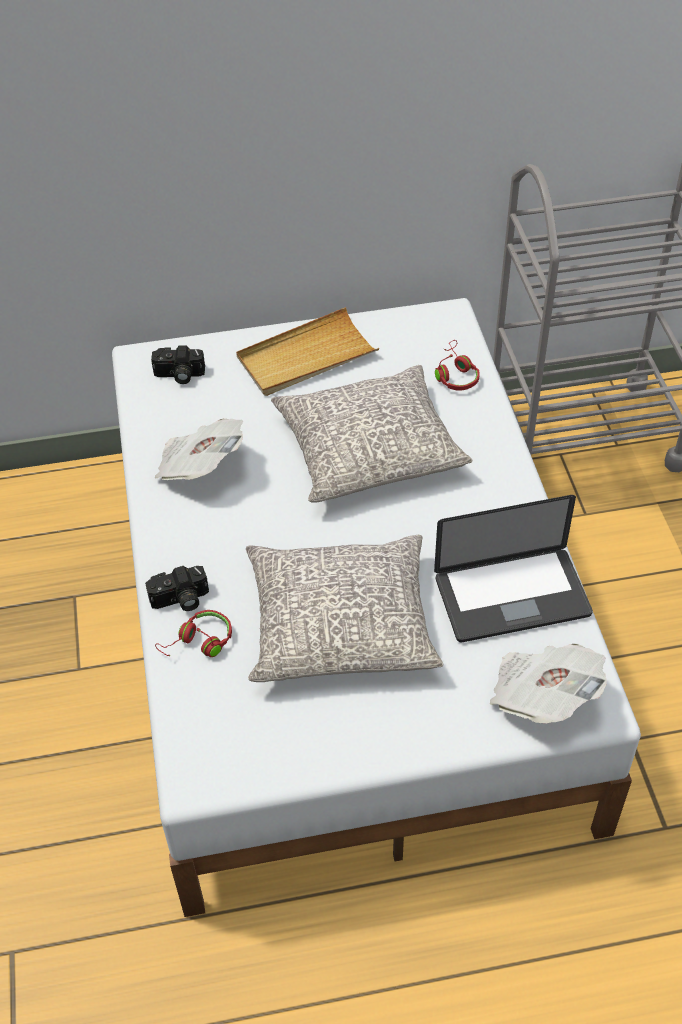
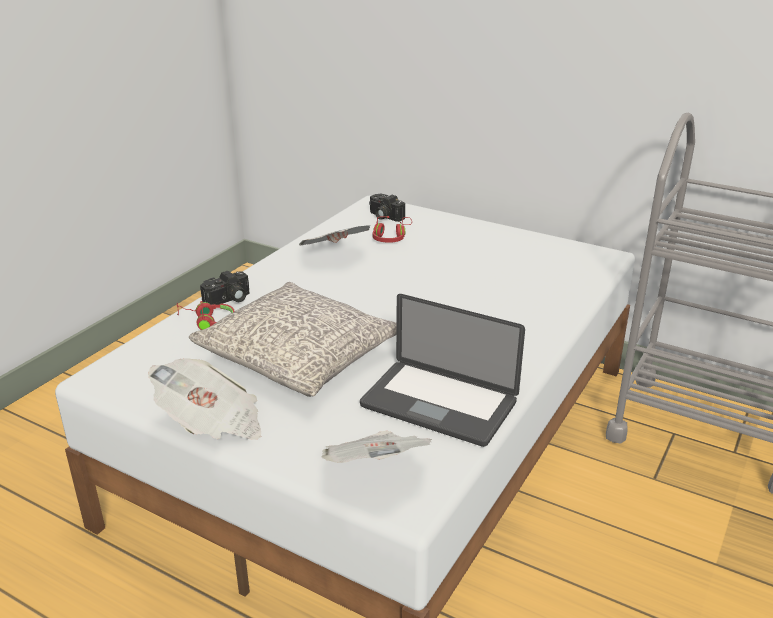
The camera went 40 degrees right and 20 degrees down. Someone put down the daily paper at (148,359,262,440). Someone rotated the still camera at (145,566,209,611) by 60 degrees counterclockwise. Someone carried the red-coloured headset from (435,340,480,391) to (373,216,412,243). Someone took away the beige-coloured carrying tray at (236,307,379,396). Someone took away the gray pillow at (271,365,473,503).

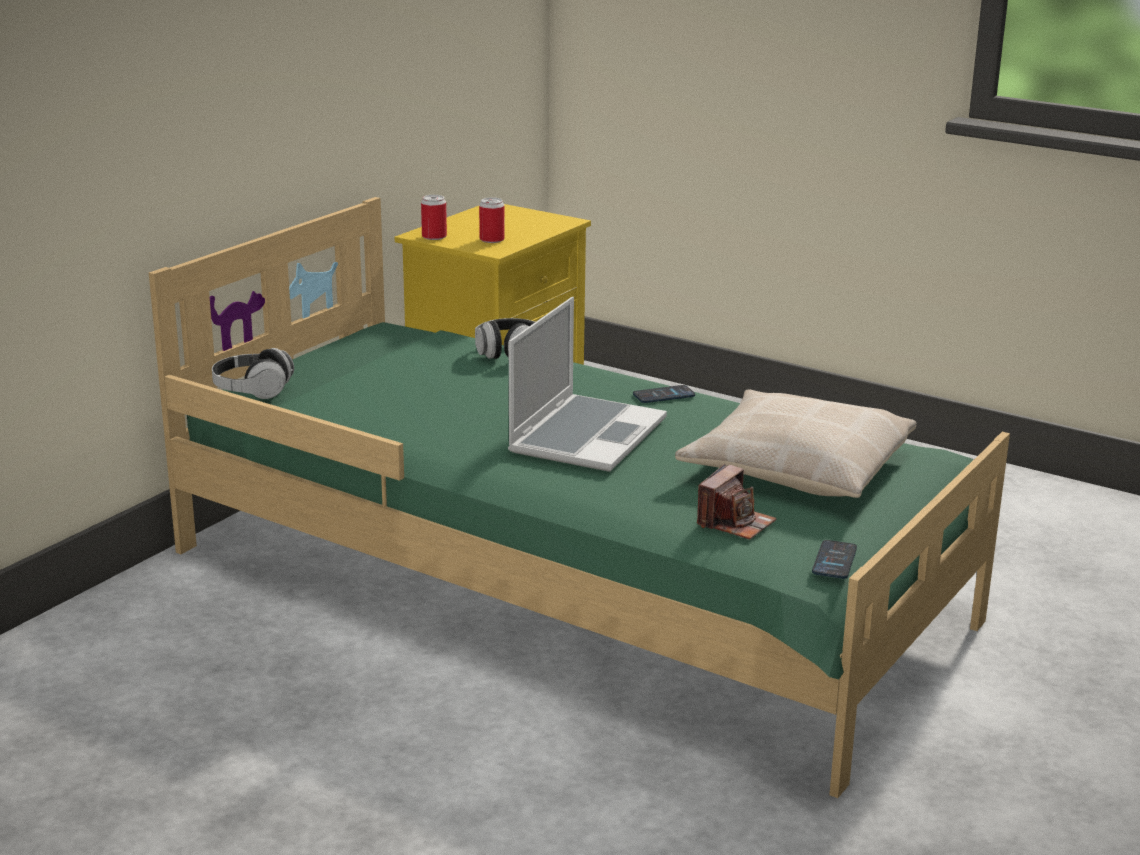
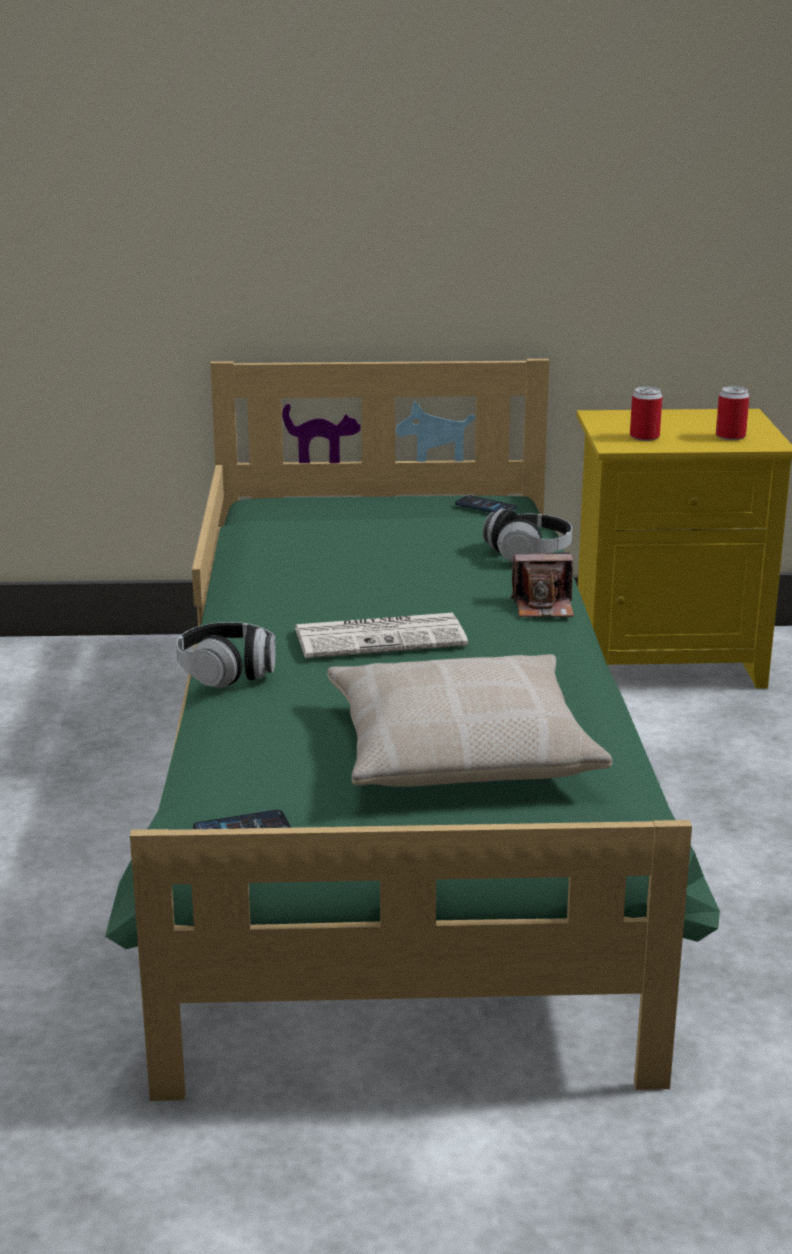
The camera went 55 degrees right and 0 degrees up. Someone carried the headset from (212,348,294,399) to (176,622,276,688). Someone swapped the portable computer at (508,297,667,472) for the daily paper at (295,613,468,658). Someone carried the phone from (633,385,695,403) to (455,495,517,513). Someone carried the still camera from (697,464,777,539) to (511,552,574,617). Someone carried the metal can from (421,195,447,240) to (716,386,749,440).

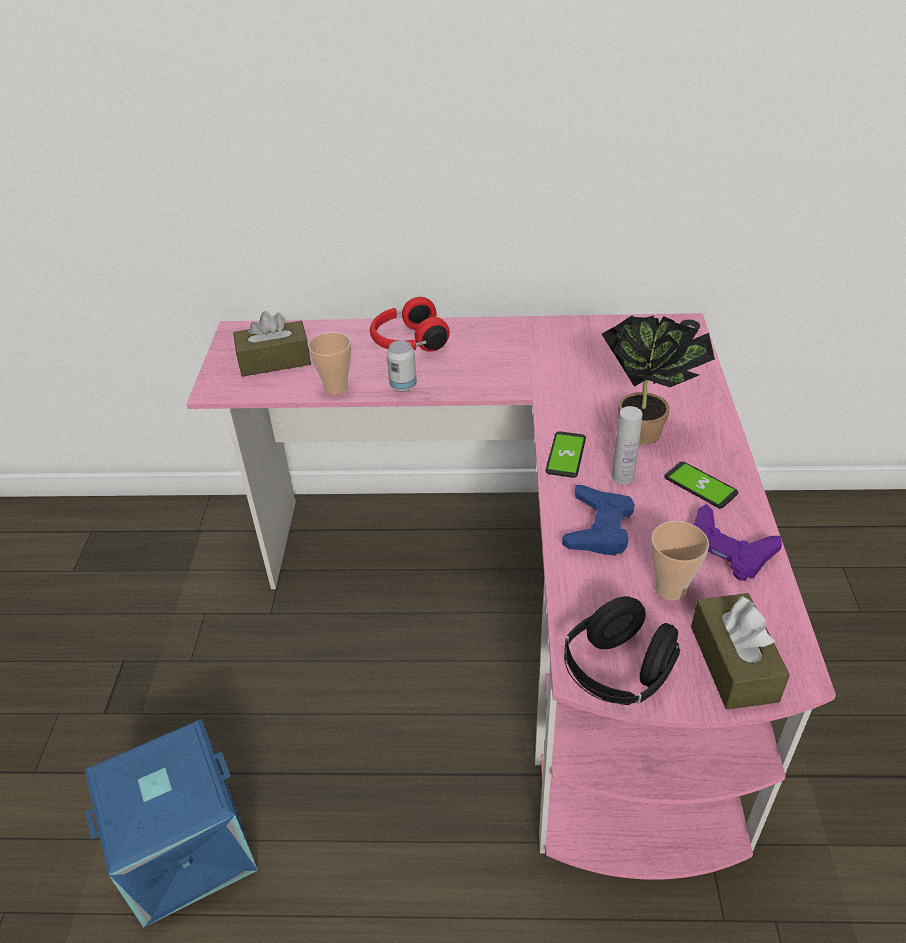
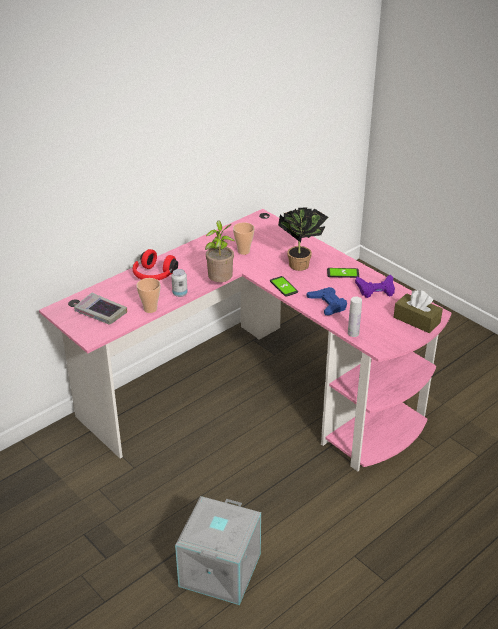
The camera went 45 degrees left and 5 degrees down. Someone swapped the brownish tissue holder at (233,311,311,377) for the book at (74,293,127,325). Someone repainted the blue-coloured storage container at (85,719,258,927), which became the gray storage container at (175,496,261,605). Someone put down the plant in a pot at (205,221,234,282). Someone carried the cup from (651,521,709,600) to (233,222,255,255). Someone carried the white-coloured drink bottle from (612,406,643,484) to (348,297,362,337). Someone took away the black-coloured headset at (564,596,680,705).

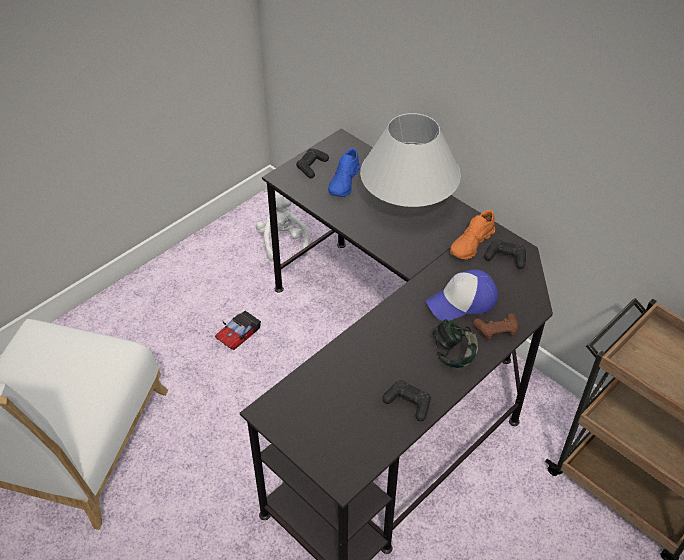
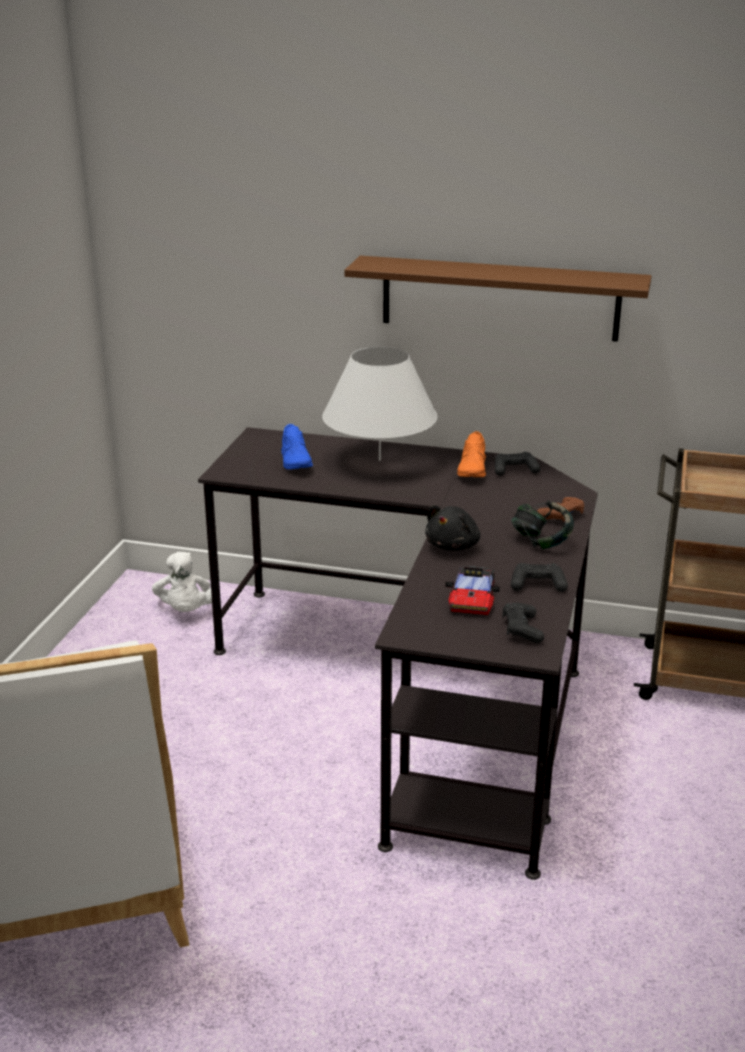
The camera went 30 degrees left and 20 degrees down. Someone rotated the white-coloured soft toy at (256,192,309,260) by 150 degrees counterclockwise. Someone put up the brownish wall shelf at (344,256,652,342). Someone put down the black-coloured soft toy at (425,505,480,551). Someone carried the toy car from (215,311,261,350) to (446,566,500,615). Someone carried the black-coloured game controller from (296,148,329,178) to (502,603,544,643). Someone took away the peaked cap at (426,269,498,321).

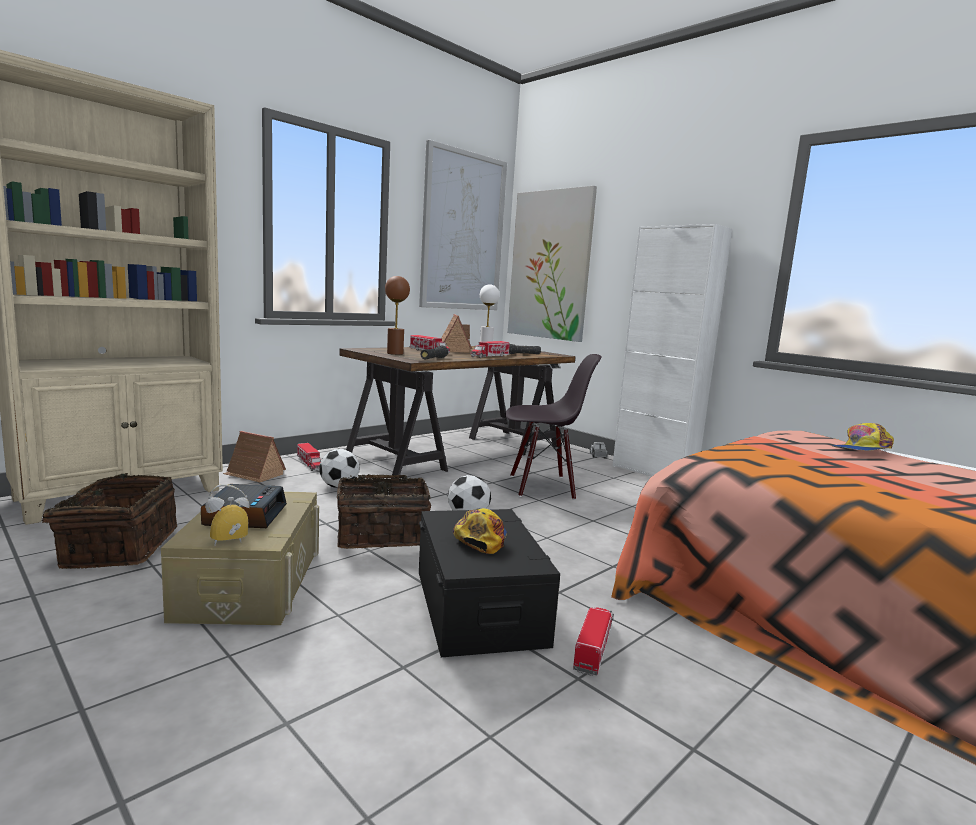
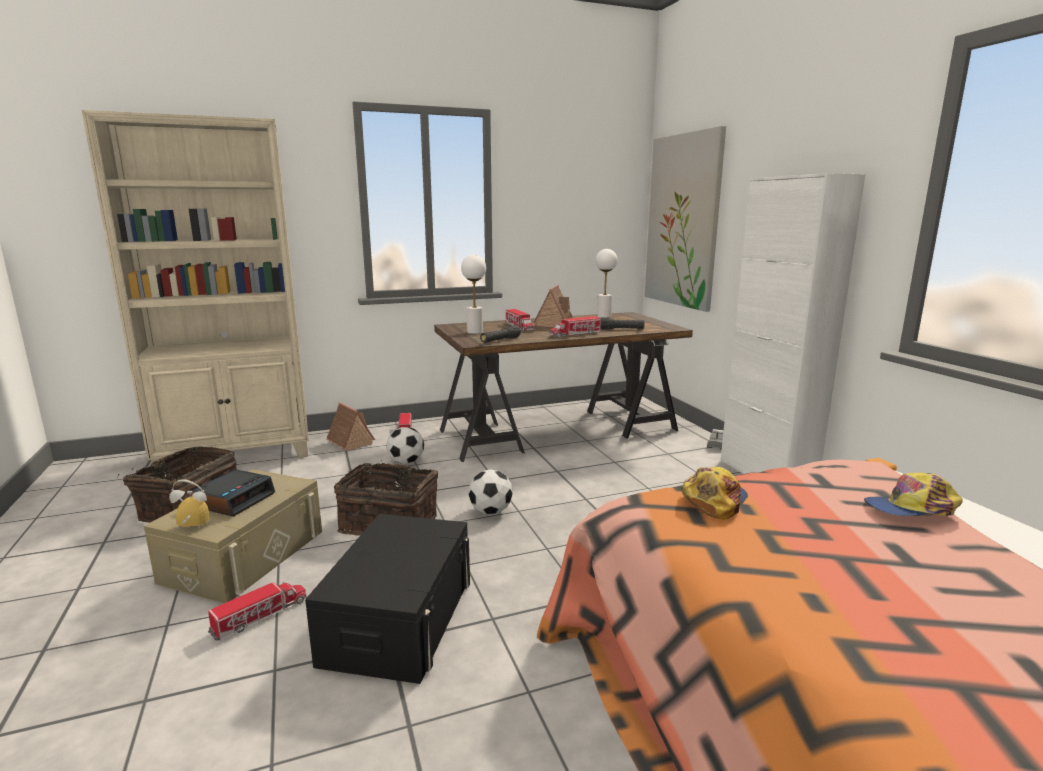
The camera went 25 degrees right and 5 degrees up. Someone carried the model truck from (573,607,614,676) to (208,582,306,641). Someone repainted the brownish lamp for a table at (385,276,410,355), which became the white-coloured lamp for a table at (461,255,486,334). Someone carried the peaked cap from (453,508,507,554) to (681,467,748,520). Someone took away the wall art at (419,140,507,310). Someone took away the black-coloured plain chair at (505,354,602,500).

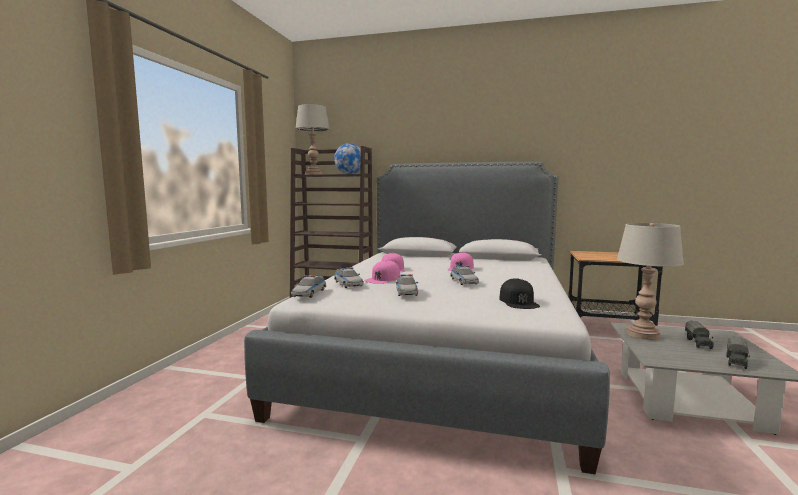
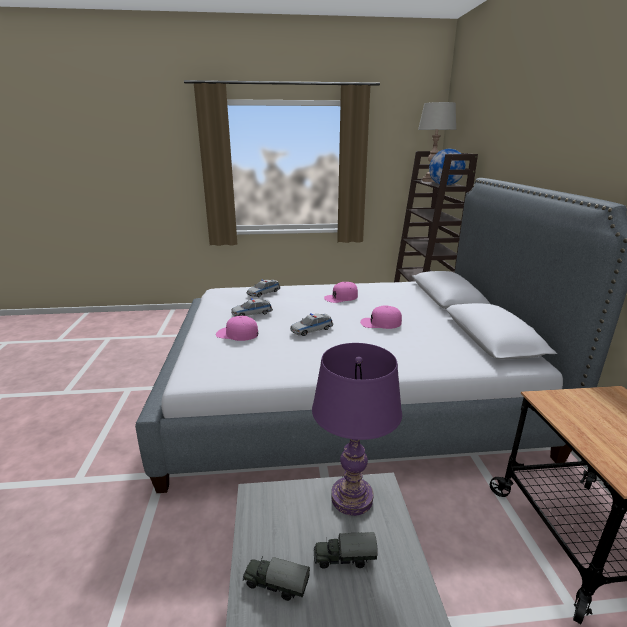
The camera went 70 degrees right and 15 degrees up. Someone carried the pink peaked cap from (365,260,400,284) to (216,316,258,341). Someone repainted the gray lamp for a table at (617,223,684,340), which became the purplish lamp for a table at (312,343,402,516). Someone took away the toy car at (291,275,326,298). Someone took away the black-coloured peaked cap at (499,278,540,309).

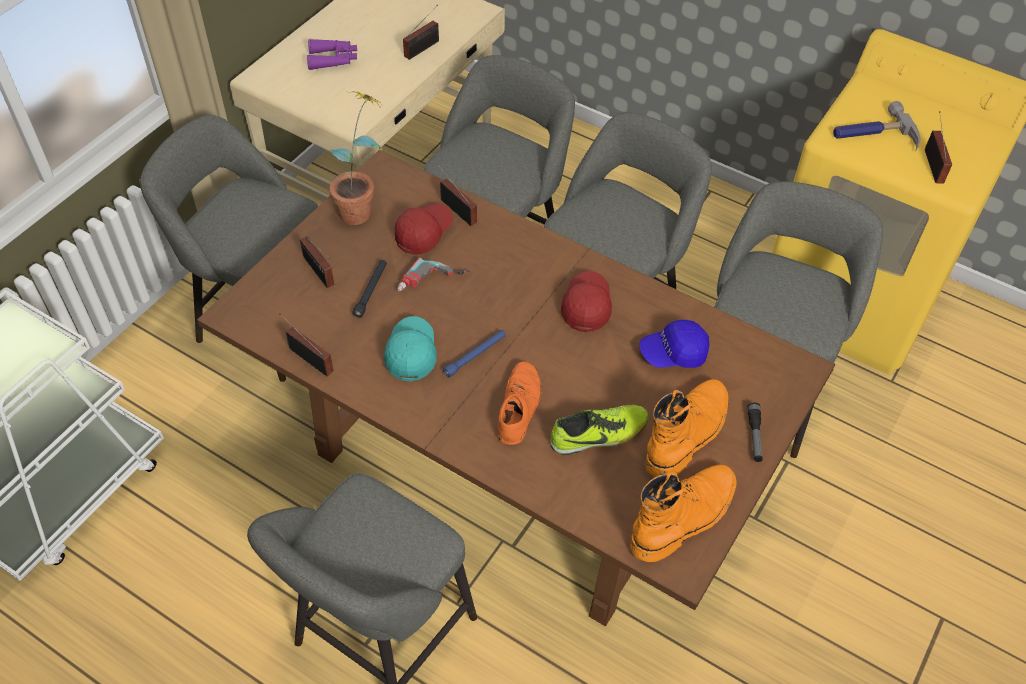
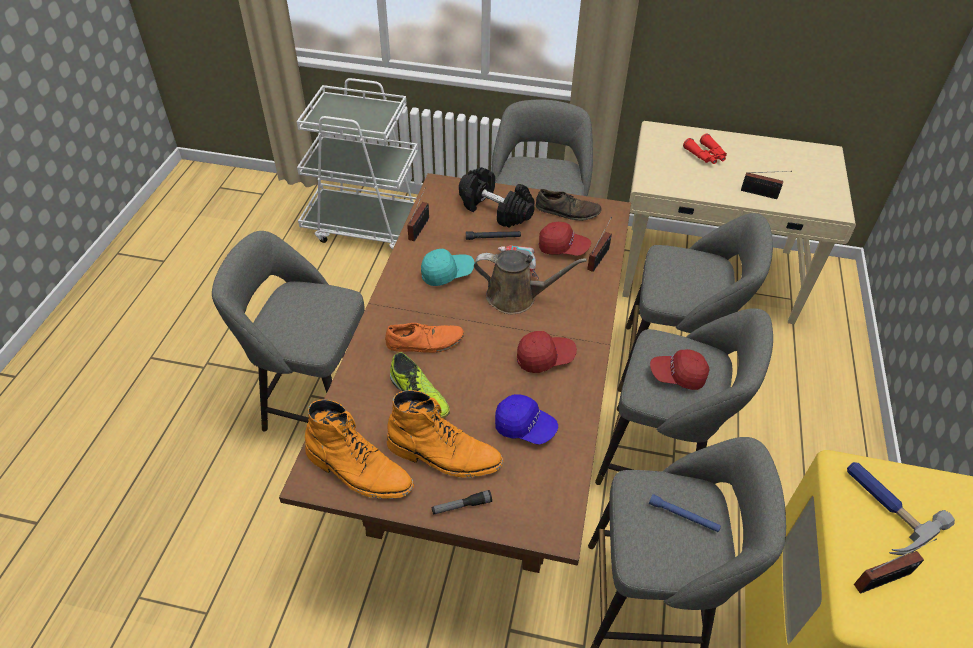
The camera went 70 degrees right and 5 degrees down. Someone swapped the radio at (300,236,334,288) for the black-coloured free weight at (459,167,535,228). Someone put down the brownish watering can at (474,250,587,314). Someone rotated the blue-coloured peaked cap at (639,320,710,368) by 150 degrees clockwise. Someone swapped the plant in a pot at (329,90,382,225) for the brownish shoe at (536,189,602,221). Someone carried the blue-coloured torch from (443,330,506,377) to (649,494,721,532). Someone put down the red-coloured peaked cap at (650,349,710,390). Someone repainted the purplish pair of binoculars at (307,39,357,70), which became the red-coloured pair of binoculars at (683,134,727,164).

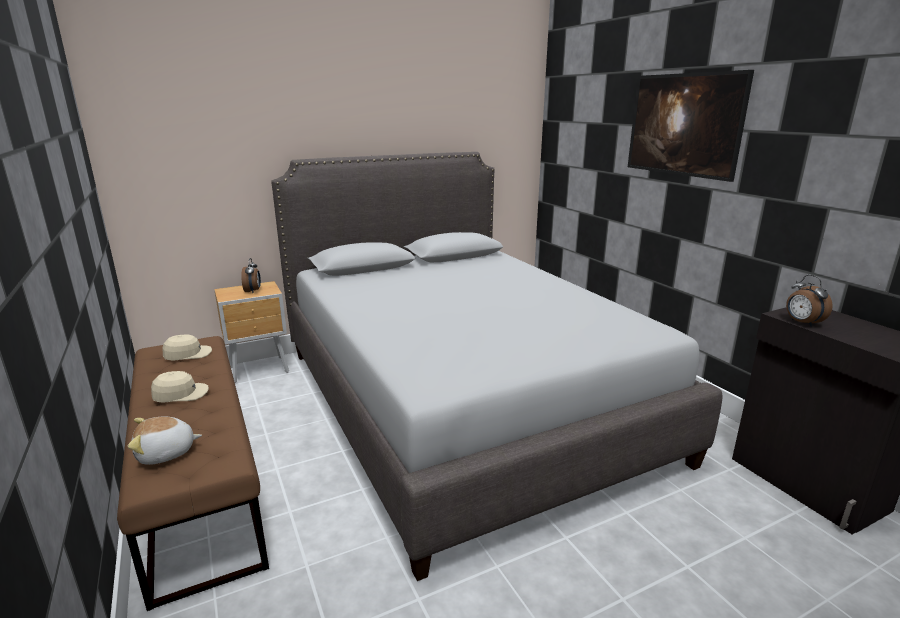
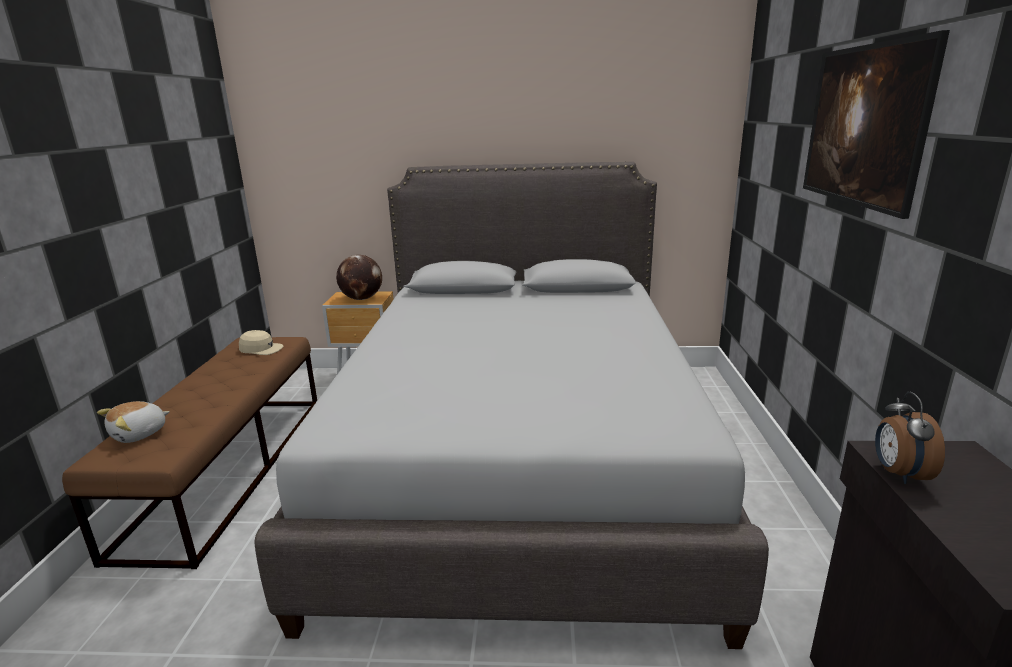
The camera went 30 degrees right and 0 degrees up. Someone rotated the soft toy at (128,417,202,465) by 60 degrees counterclockwise. Someone swapped the alarm clock at (241,258,261,293) for the desk globe at (336,255,382,300). Someone took away the beige-coloured peaked cap at (151,371,209,403).

